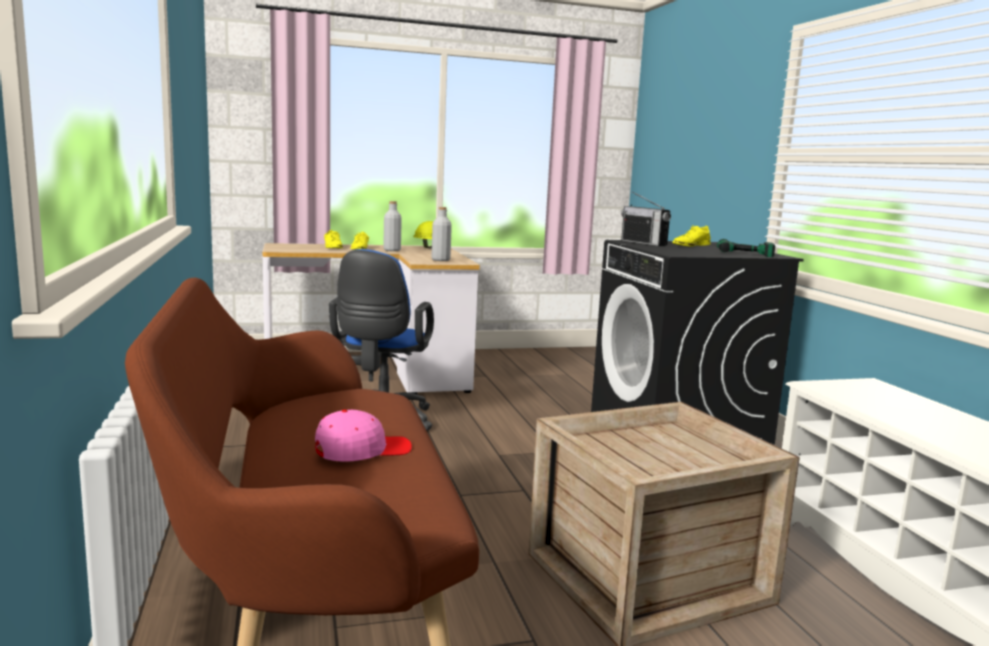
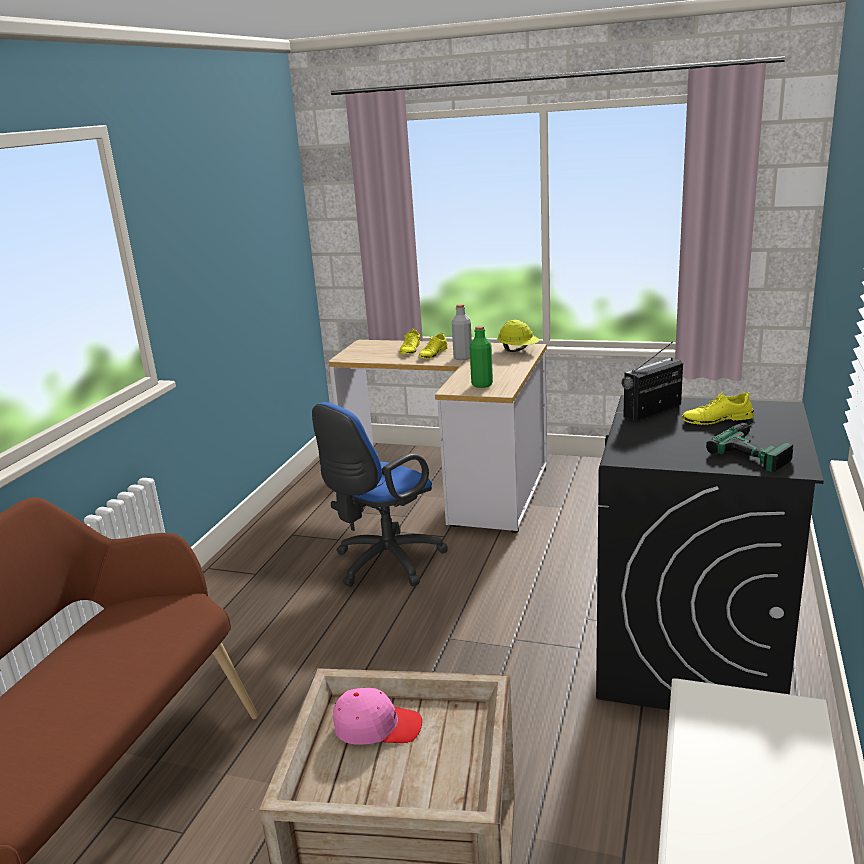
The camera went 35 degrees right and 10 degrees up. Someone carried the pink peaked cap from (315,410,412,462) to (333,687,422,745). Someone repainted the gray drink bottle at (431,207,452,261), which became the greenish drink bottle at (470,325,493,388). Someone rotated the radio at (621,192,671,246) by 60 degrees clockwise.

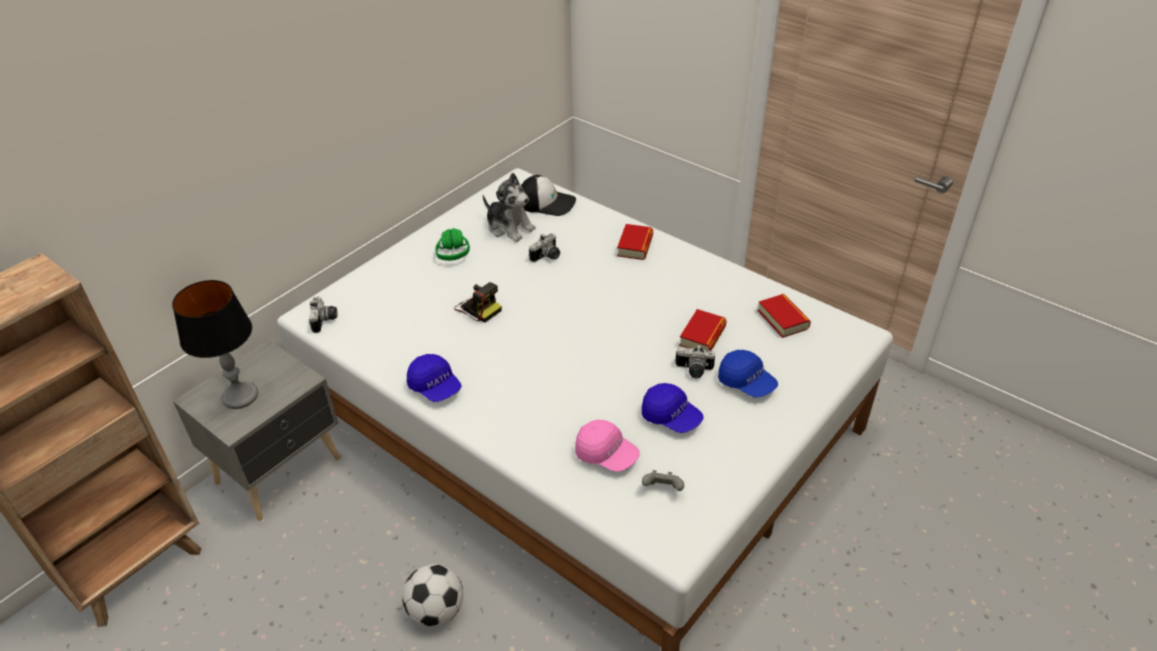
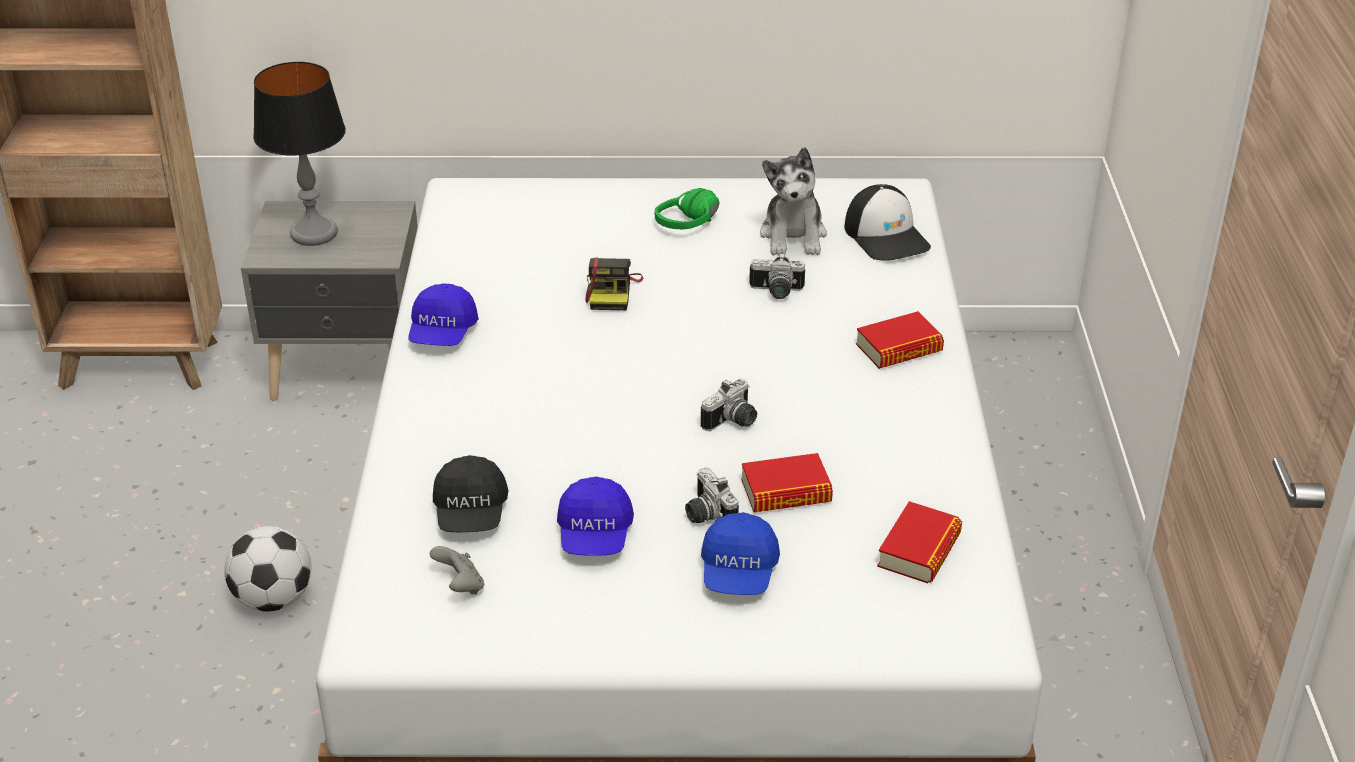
The camera went 50 degrees right and 5 degrees down. Someone repainted the pink peaked cap at (575,420,640,472), which became the black-coloured peaked cap at (433,455,509,532). Someone carried the still camera from (309,296,338,333) to (701,379,757,431).

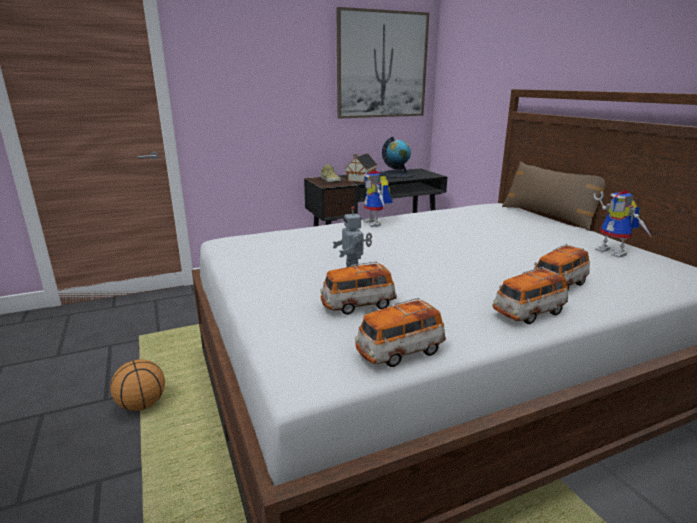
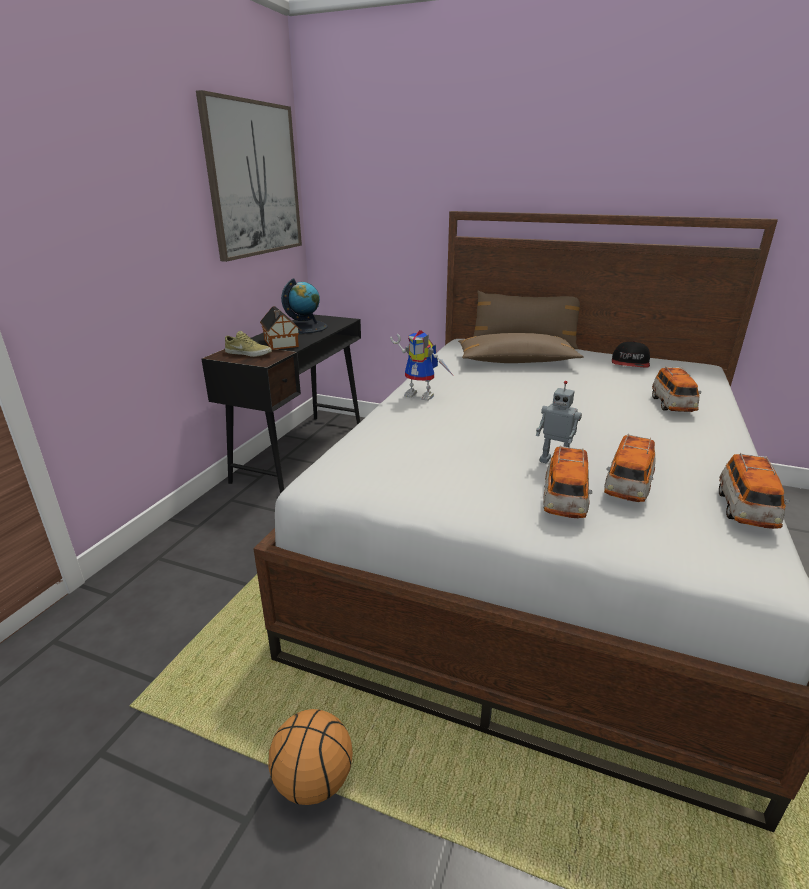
The camera went 45 degrees left and 5 degrees up. Someone put down the brownish pillow at (458,333,584,363). Someone carried the toy car from (493,267,568,324) to (543,445,592,518). Someone swapped the model robot at (593,190,652,258) for the peaked cap at (612,341,650,367).

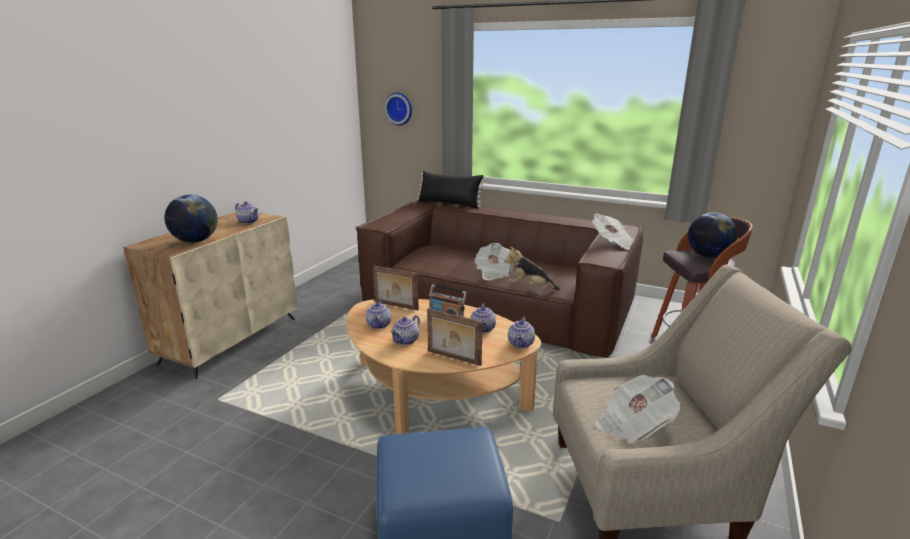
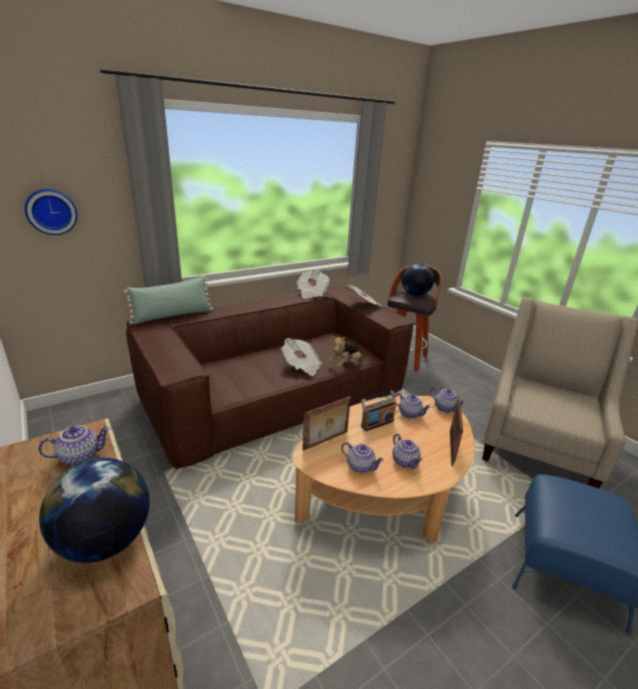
The camera went 60 degrees left and 5 degrees up. Someone repainted the black-coloured pillow at (417,171,486,208), which became the greenish pillow at (124,275,213,324). Someone carried the daily paper from (595,375,680,444) to (297,269,330,298). Someone rotated the standing frame at (427,309,483,366) by 45 degrees counterclockwise.

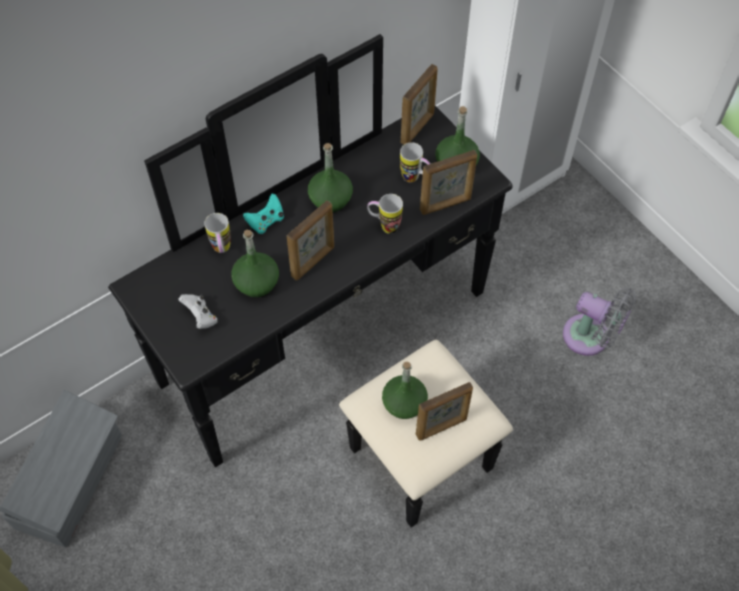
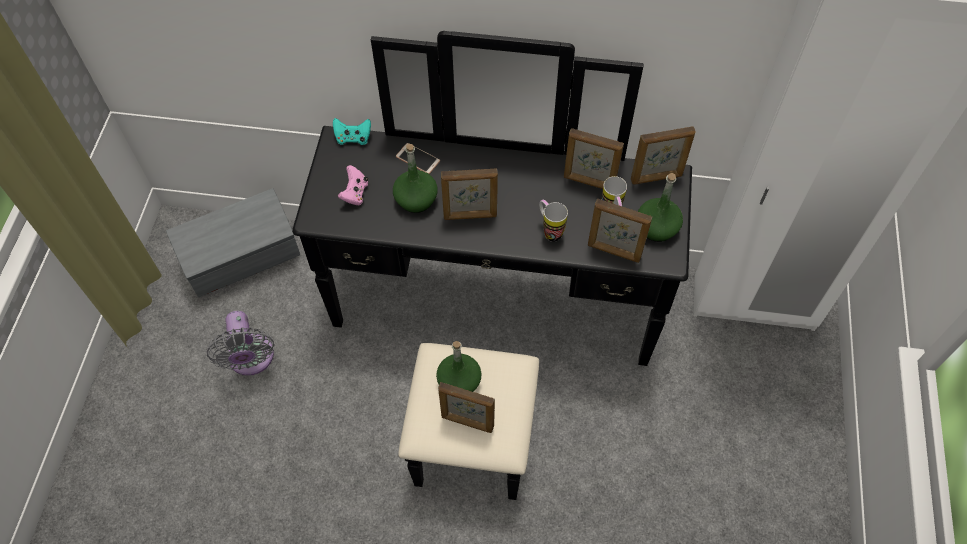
The camera went 45 degrees right and 0 degrees up. Someone carried the gray fan from (563,287,636,356) to (206,311,275,376). Someone carried the turquoise game controller from (243,194,284,234) to (333,118,371,145). Someone repainted the white-coloured game controller at (179,294,218,329), which became the pink game controller at (338,165,368,205). Someone swapped the mug at (204,213,231,253) for the phone at (396,143,440,174). Someone put down the standing frame at (564,128,624,189). Someone took away the greenish drink bottle at (308,143,353,212).

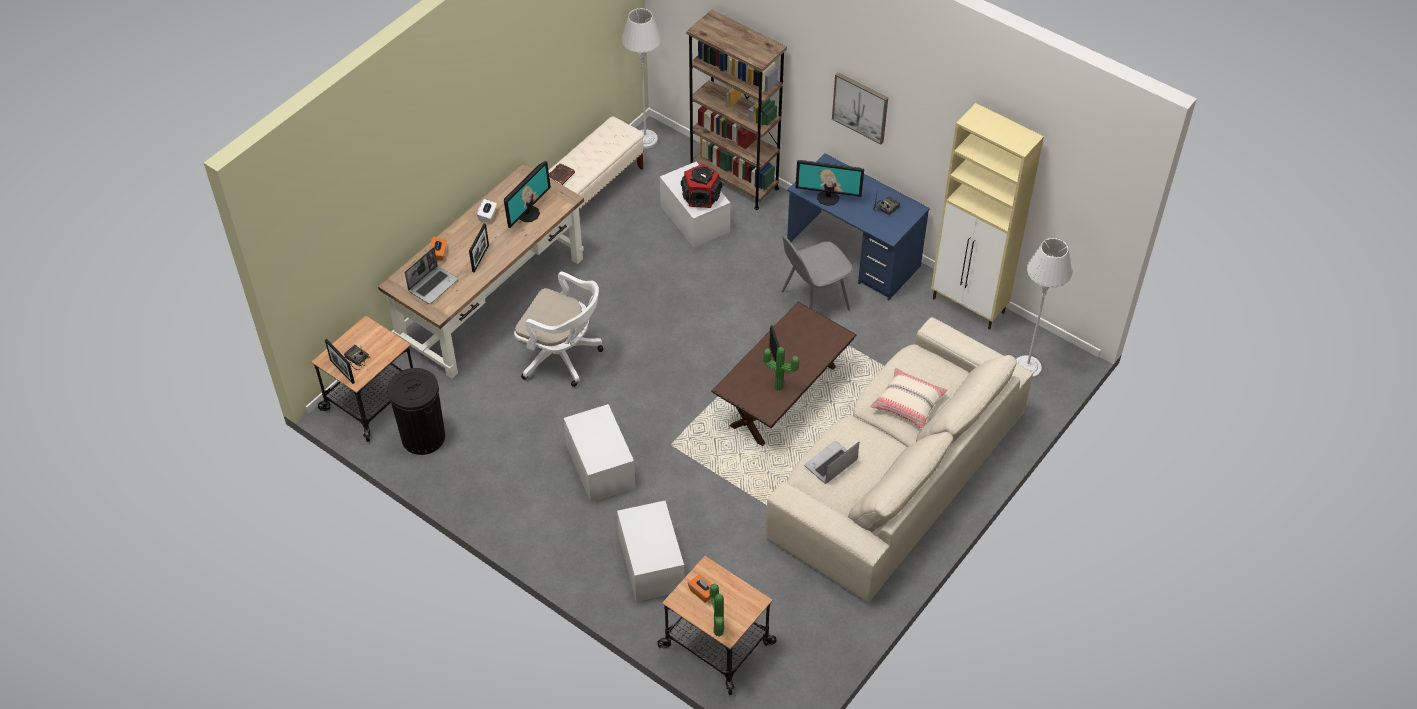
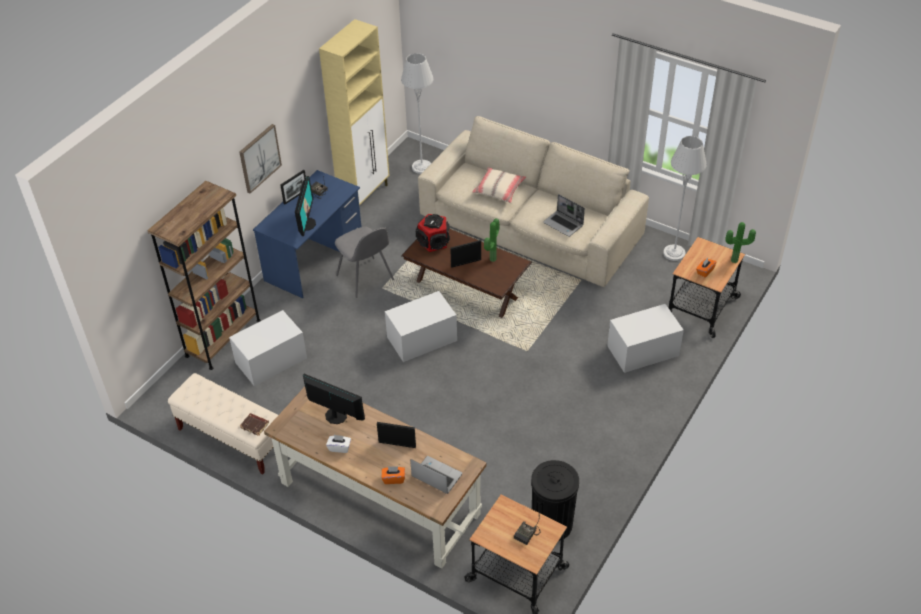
The camera went 95 degrees left and 5 degrees down. Someone carried the standing frame from (325,339,355,384) to (280,170,306,205). Someone carried the white-coloured storage container from (564,404,636,502) to (385,291,457,362). Someone carried the loudspeaker from (681,164,722,208) to (416,214,450,252). Someone carried the gray standard lamp from (621,8,661,149) to (663,136,707,261). Someone took away the white-coloured computer chair at (514,271,603,387).

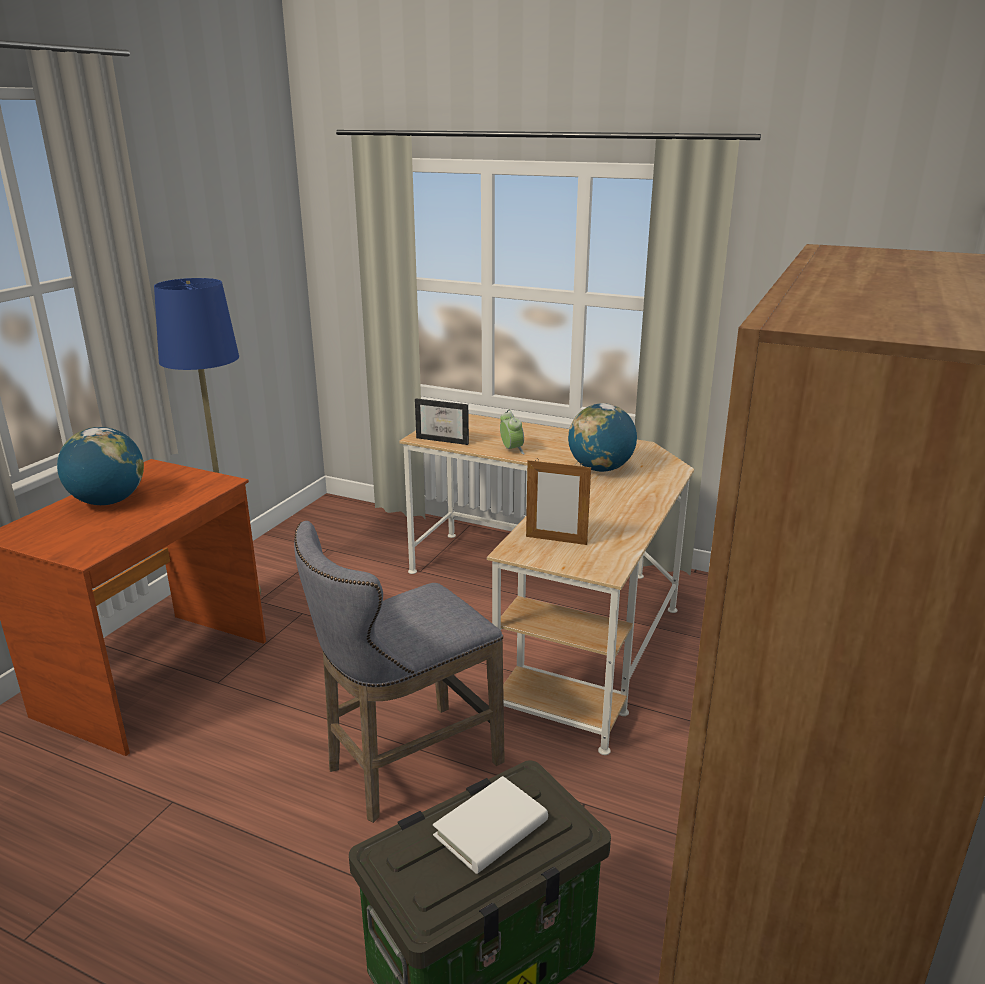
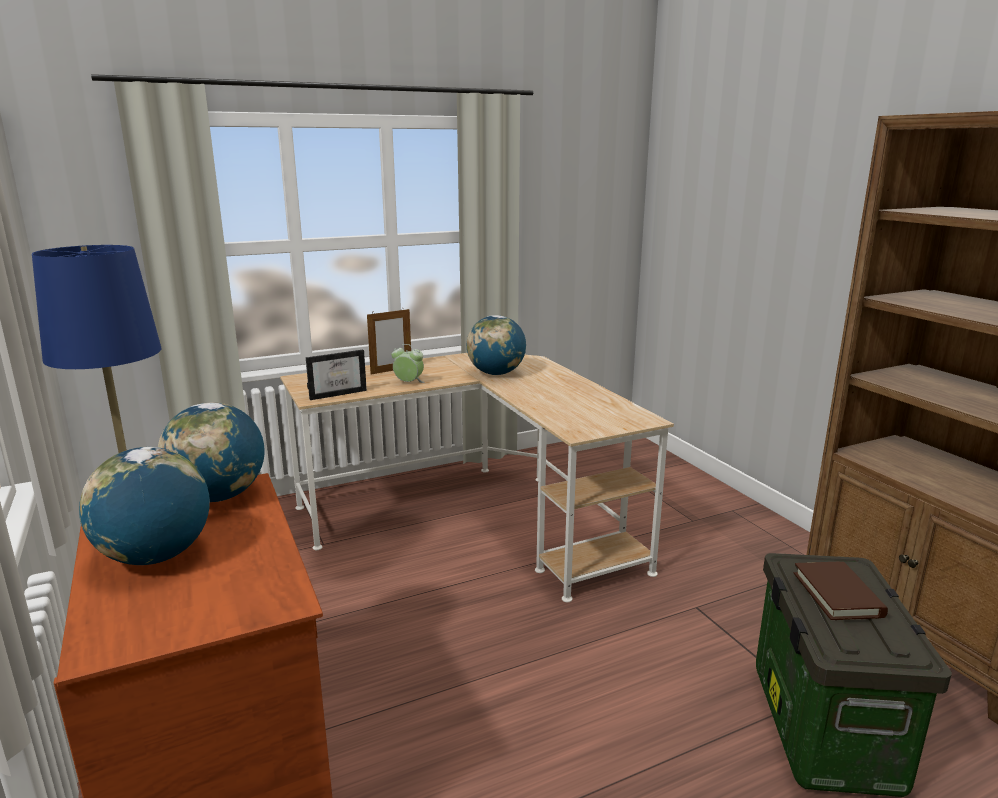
The camera went 50 degrees left and 5 degrees down. Someone put down the desk globe at (158,402,264,502). Someone carried the standing frame from (526,458,591,545) to (367,309,411,374). Someone repainted the white-coloured book at (433,776,548,874), which became the brownish book at (794,562,888,620). Someone took away the gray stool at (294,521,505,823).

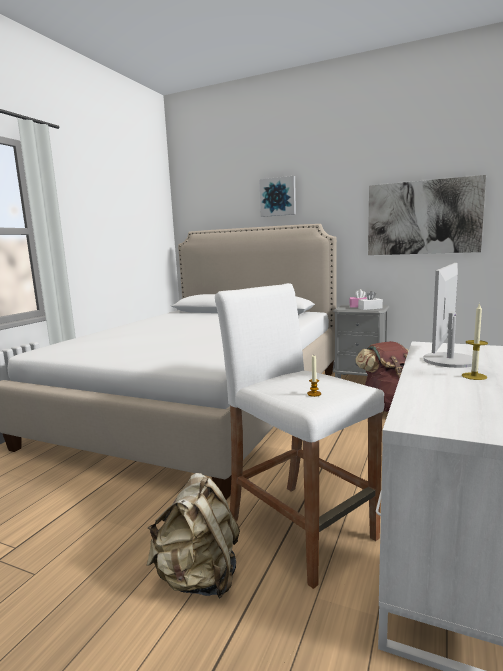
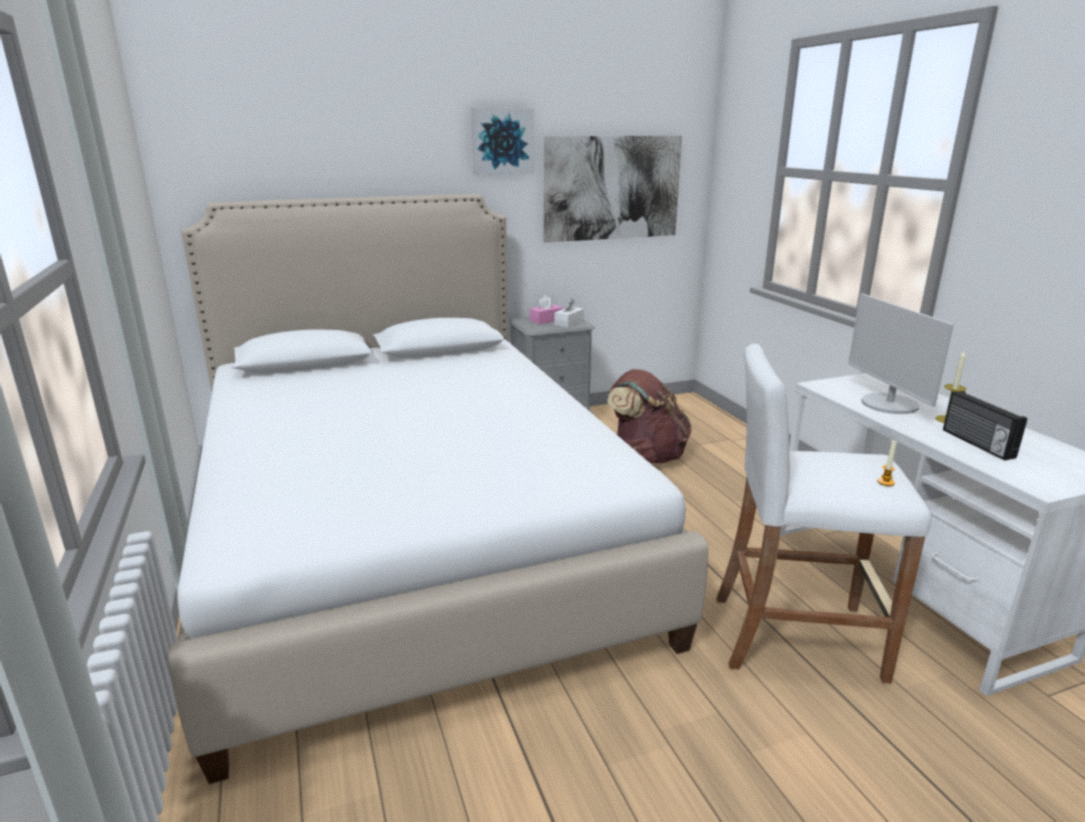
The camera went 45 degrees left and 10 degrees up. Someone carried the wall art from (259,176,296,217) to (471,108,533,174). Someone put down the radio at (943,391,1027,460). Someone took away the beige-coloured knapsack at (147,473,240,599).

